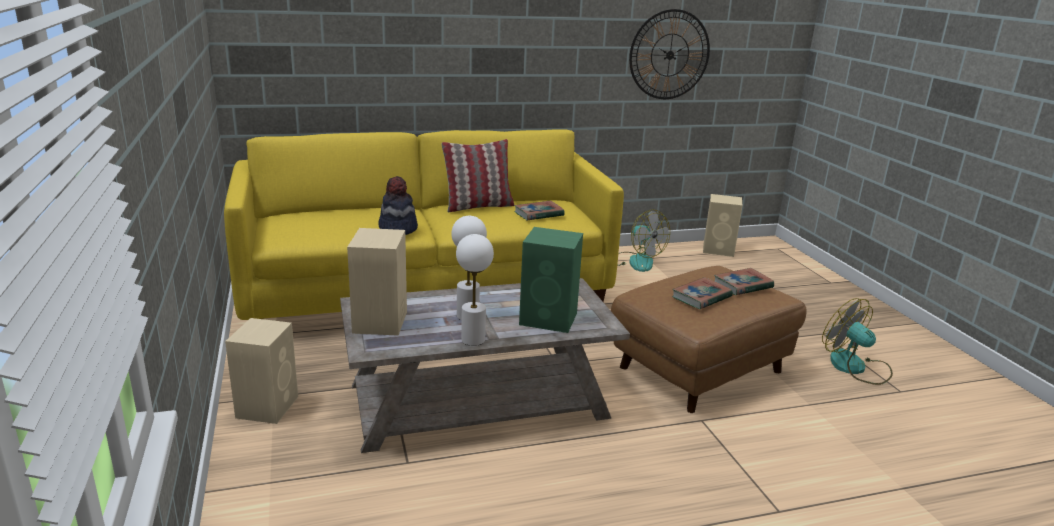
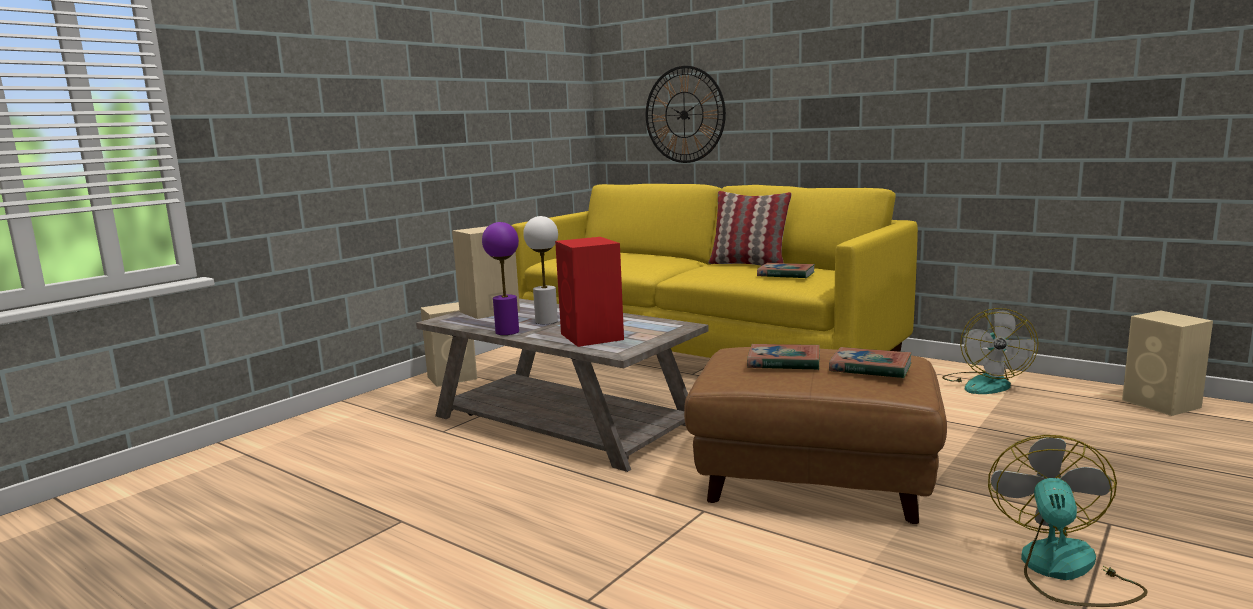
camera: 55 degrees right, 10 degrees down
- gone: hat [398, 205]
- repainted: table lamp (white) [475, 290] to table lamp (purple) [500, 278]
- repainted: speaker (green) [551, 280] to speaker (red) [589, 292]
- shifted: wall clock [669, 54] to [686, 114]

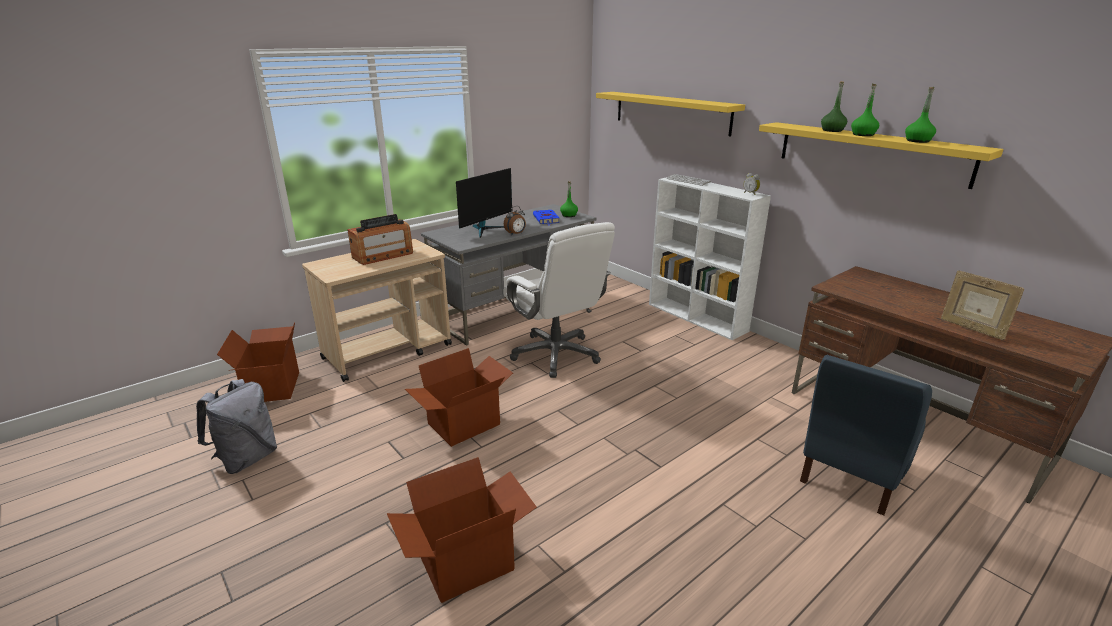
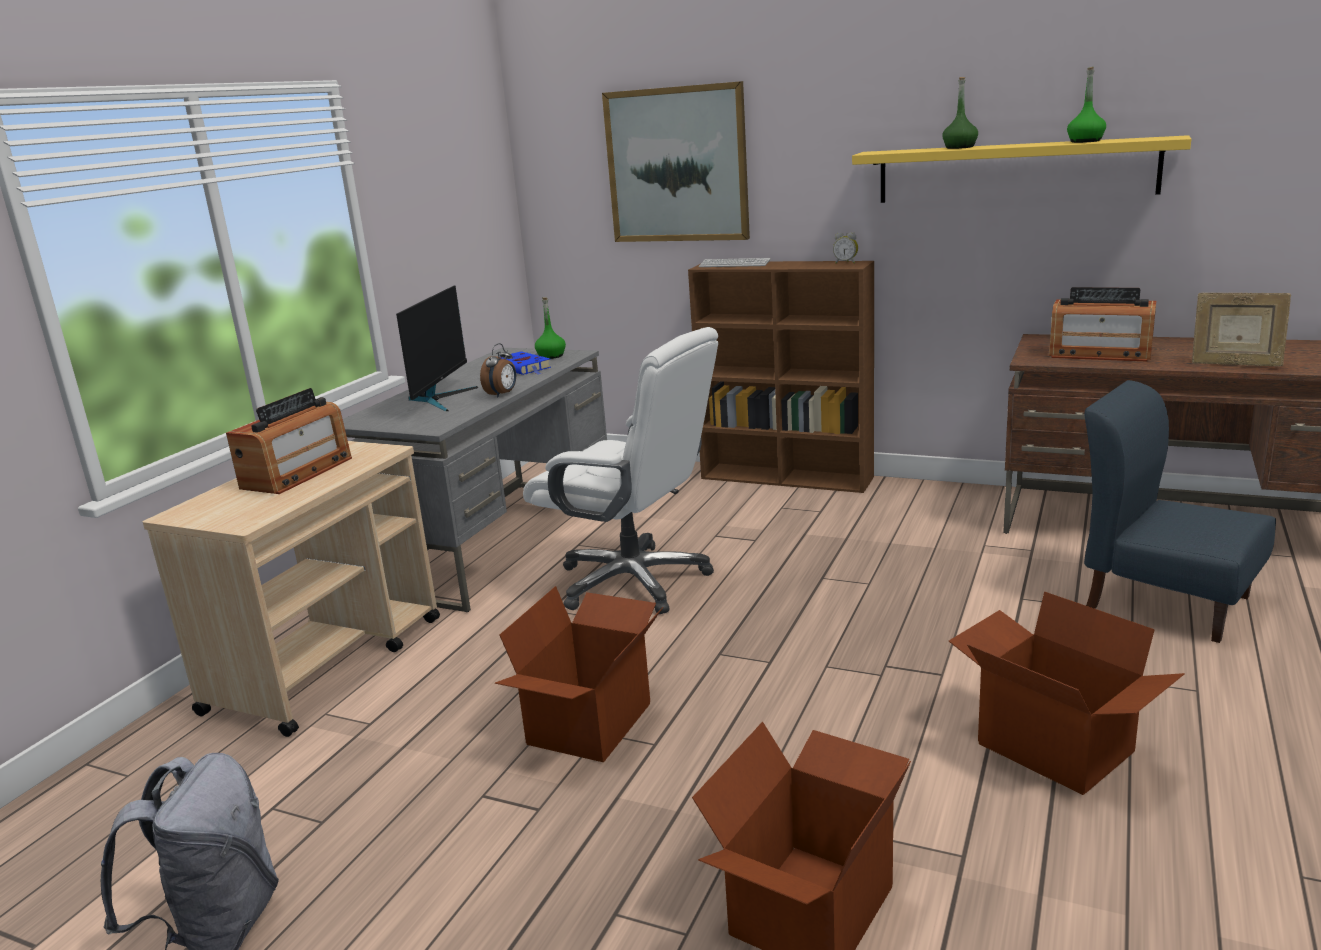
camera: 25 degrees left, 5 degrees down
- shifted: cardboard box [258, 362] to [1067, 693]
- swapped: shelf (yellow) [670, 114] to picture [676, 161]
- repainted: bookcase (white) [710, 258] to bookcase (brown) [781, 377]
- rotated: chair (blue) [866, 435] = [1180, 511] 120 degrees clockwise
- gone: bottle (green) [865, 110]
- new: radio [1102, 324]

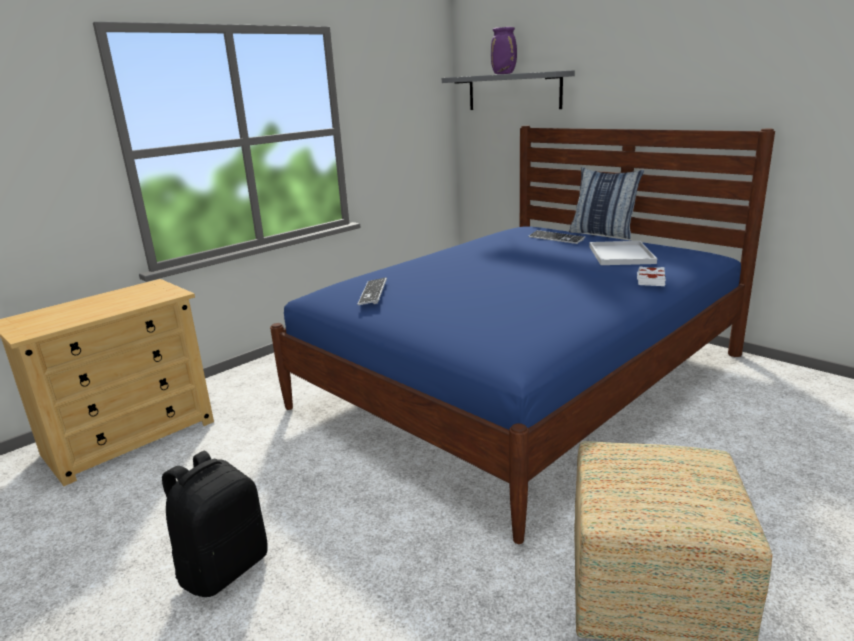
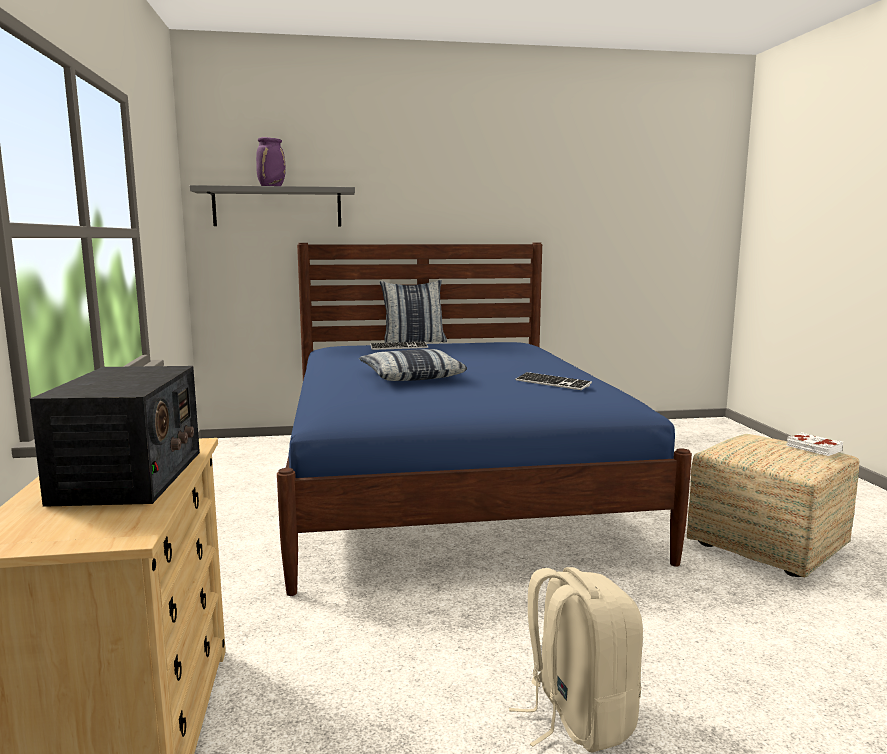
camera: 55 degrees left, 10 degrees down
- repainted: backpack (black) [214, 523] to backpack (beige) [576, 660]
- shifted: keyboard [372, 291] to [553, 381]
- gone: tray (white) [623, 253]
- shifted: book (white) [651, 276] to [815, 444]
- new: radio [115, 436]
- new: pillow [413, 365]

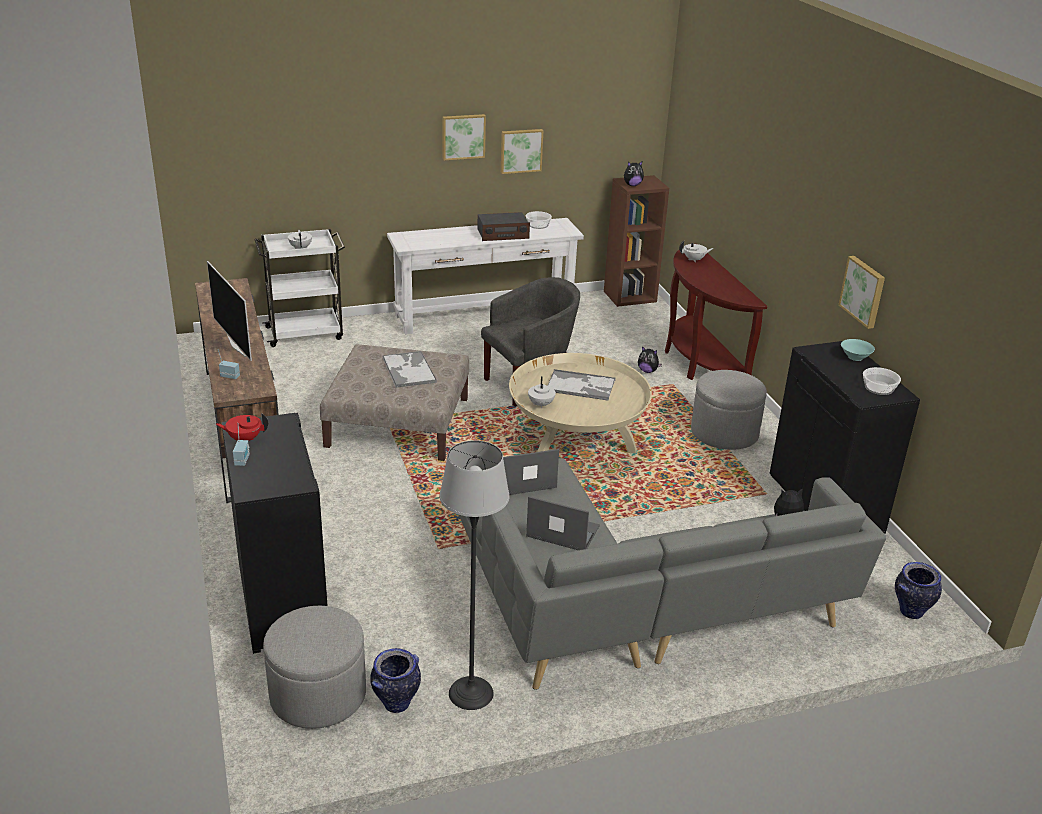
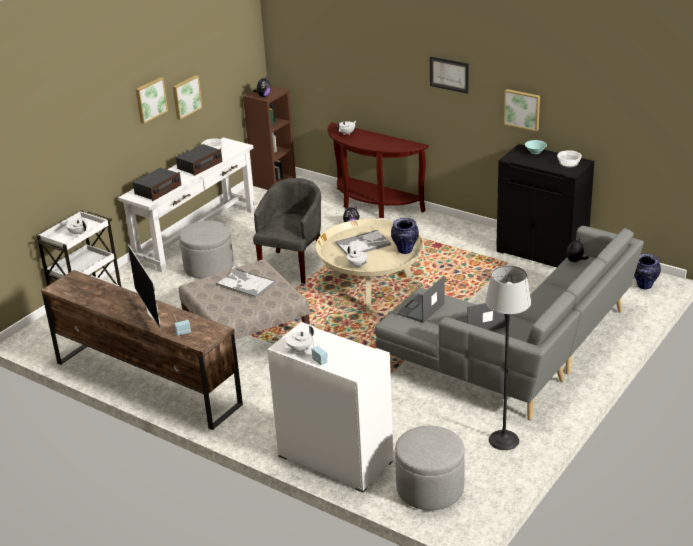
camera: 35 degrees left, 0 degrees up
- rotated: television [229, 311] = [144, 286] 45 degrees clockwise
- repainted: teapot (red) [242, 427] to teapot (white) [298, 339]
- repainted: cabinet (black) [275, 533] to cabinet (white) [330, 407]
- shifted: vase [395, 680] to [405, 236]
- shifted: ottoman (grey) [729, 410] to [206, 250]
- new: radio [157, 184]
- new: picture [449, 75]

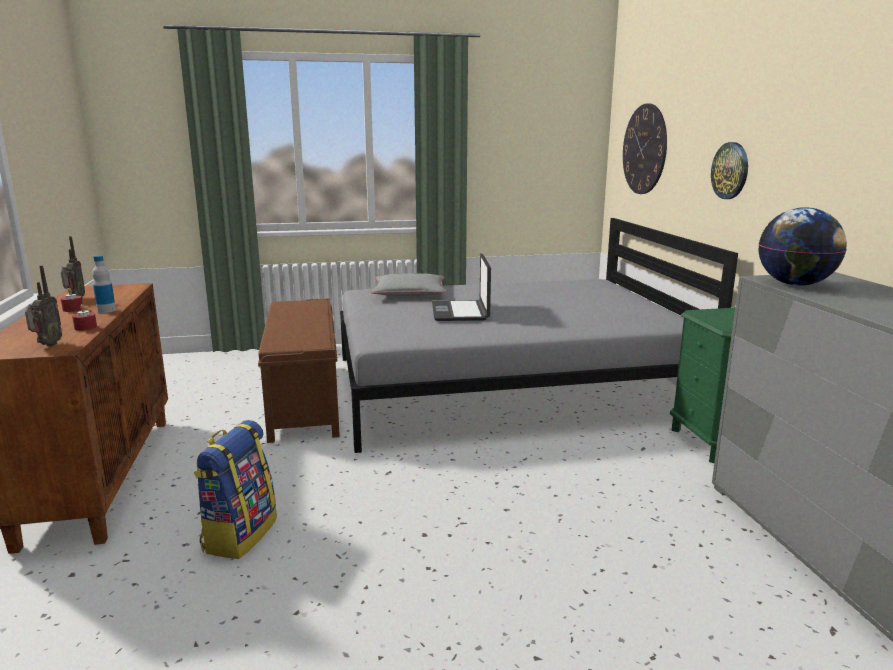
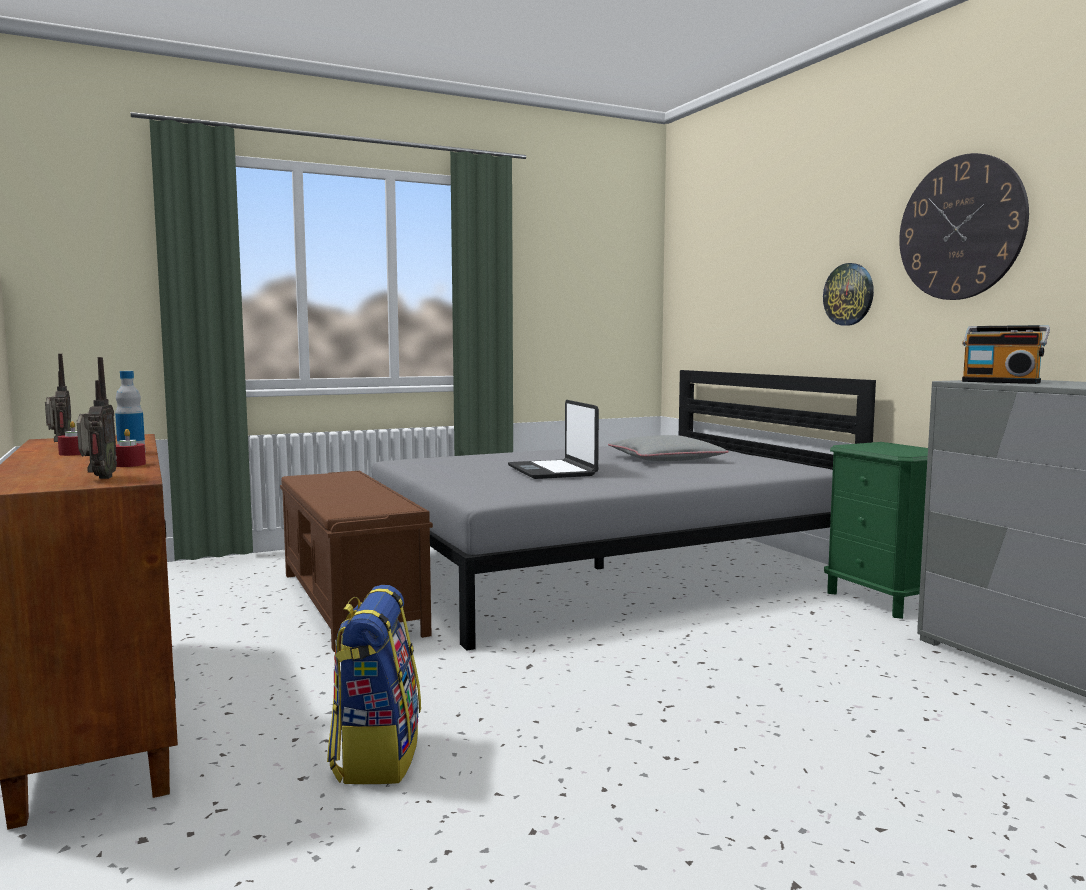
camera: 15 degrees left, 10 degrees down
- shifted: pillow (grey) [408, 284] to [668, 448]
- shifted: wall clock [645, 149] to [964, 226]
- swapped: globe [803, 246] to radio [1006, 354]

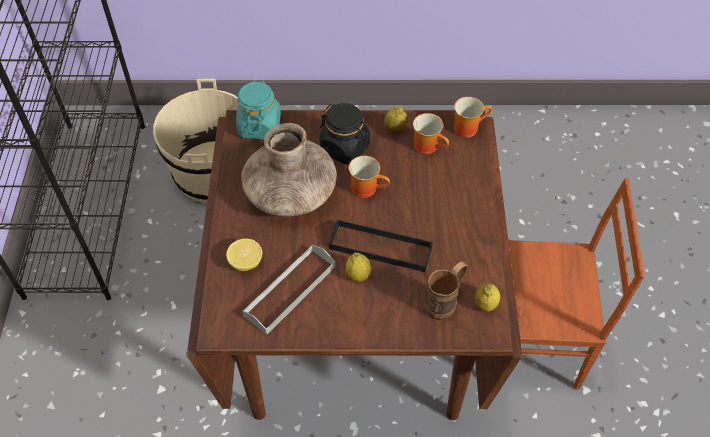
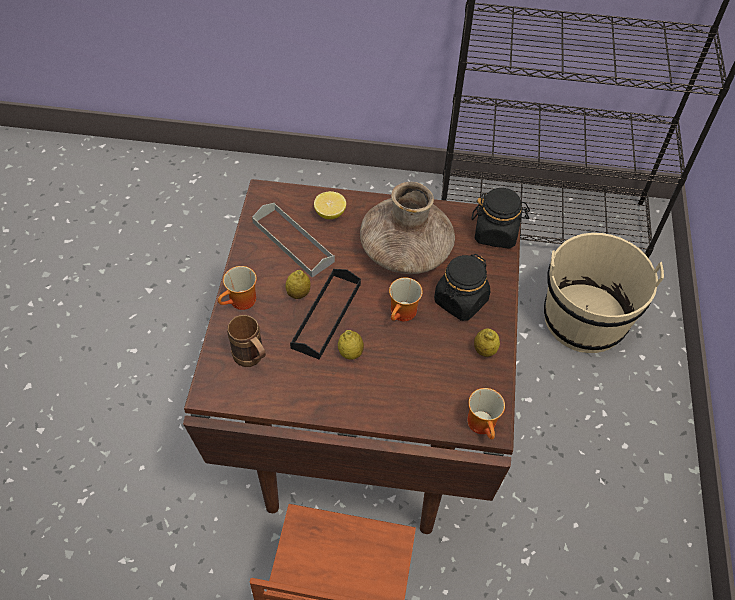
camera: 95 degrees right, 0 degrees up
- repainted: jar (turquoise) [258, 109] to jar (black) [500, 218]
- shifted: mug [431, 134] to [237, 288]
- shifted: lemon [487, 298] to [351, 345]

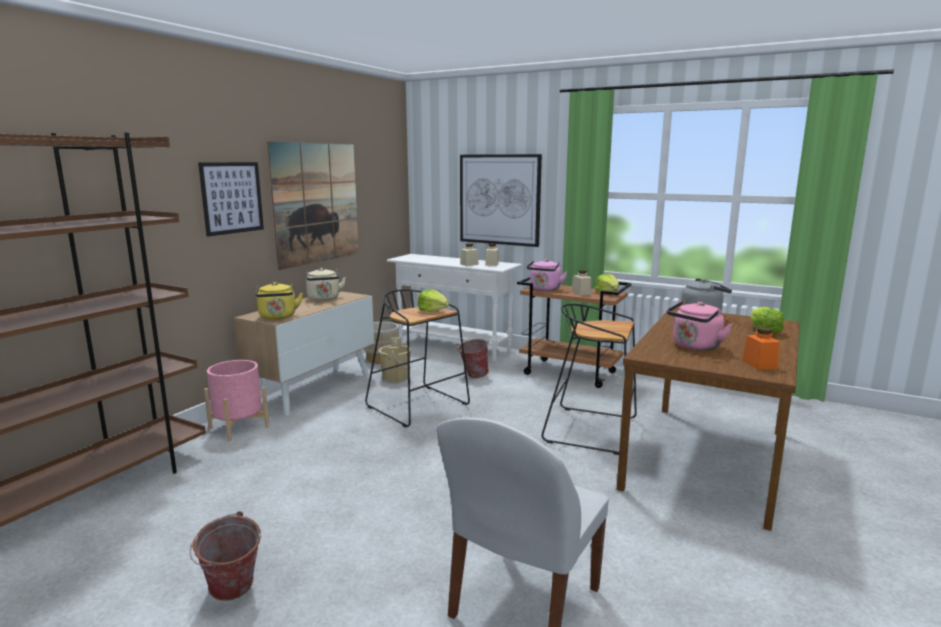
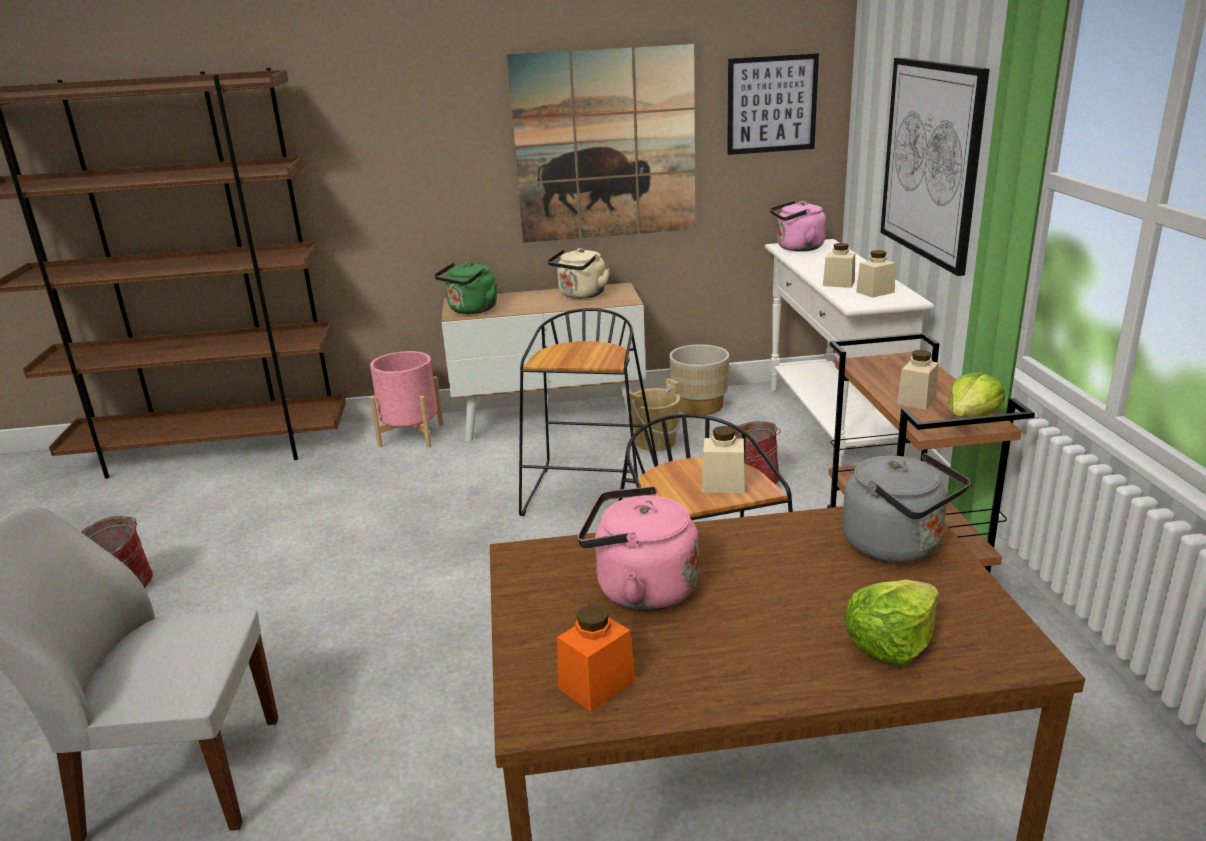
camera: 55 degrees right, 10 degrees up
- shifted: picture [231, 199] to [773, 104]
- repainted: kettle (yellow) [279, 301] to kettle (green) [465, 288]
- gone: lettuce [433, 300]
- shifted: kettle (pink) [547, 275] to [798, 225]
- new: jar (beige) [723, 459]

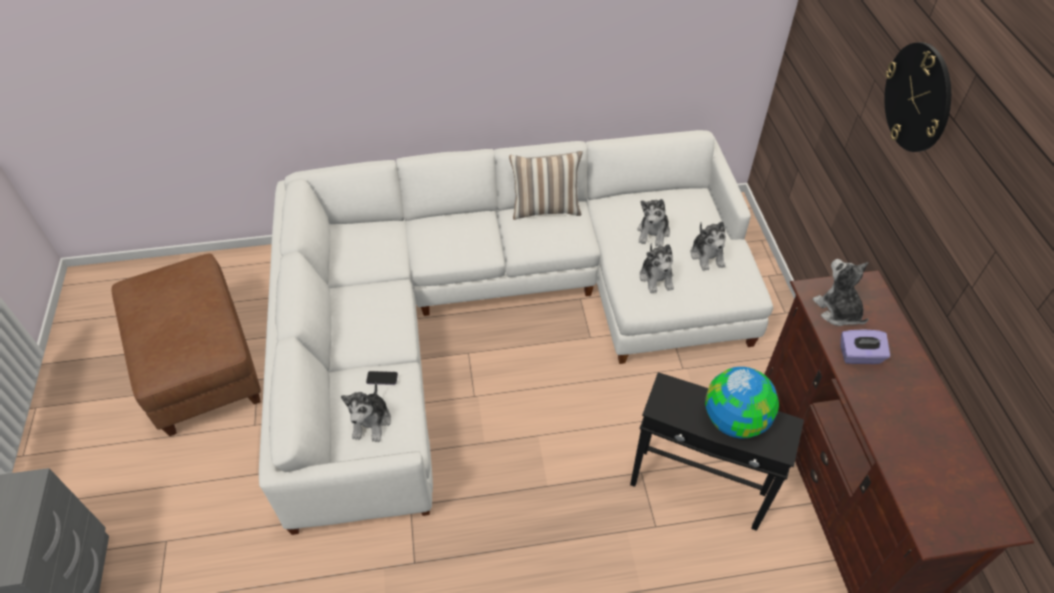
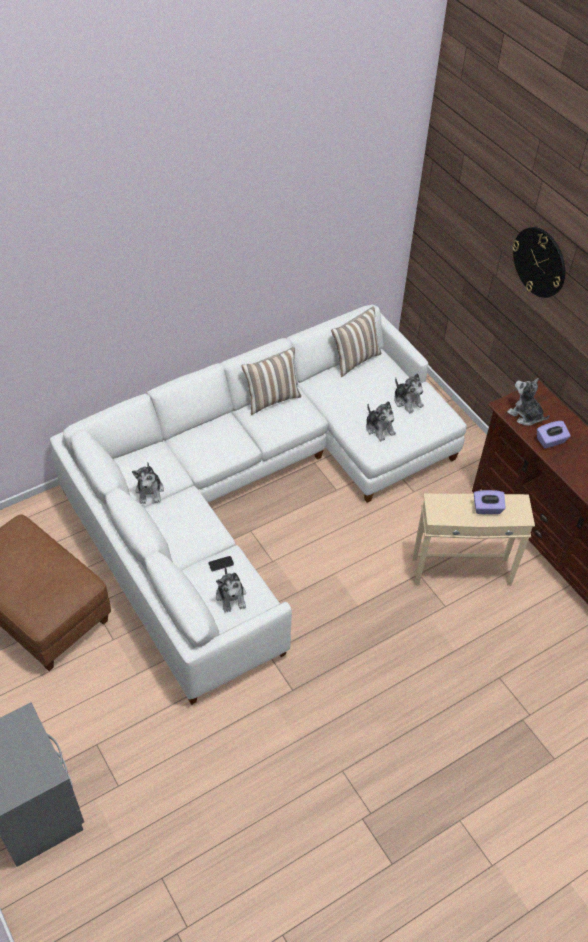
camera: 25 degrees left, 0 degrees up
- repainted: side table (black) [717, 451] to side table (beige) [473, 540]
- shifted: plush toy [653, 223] to [148, 483]
- swapped: globe [742, 403] to tissue box (purple) [490, 502]
- new: pillow [356, 341]

